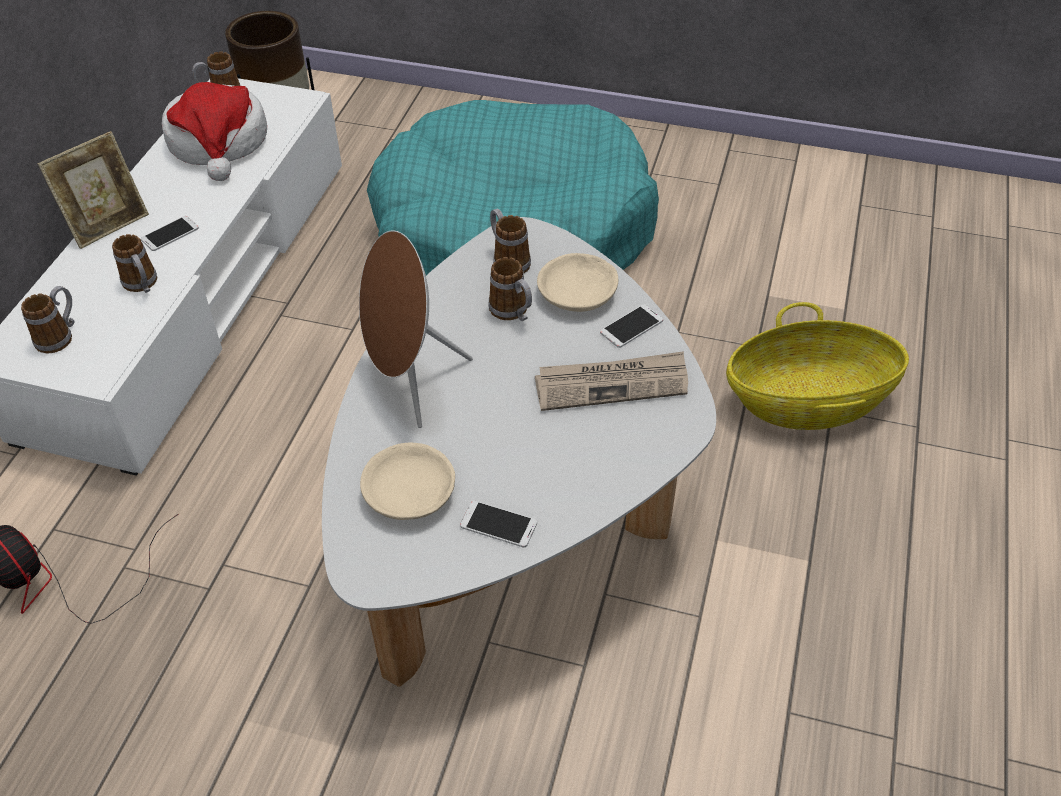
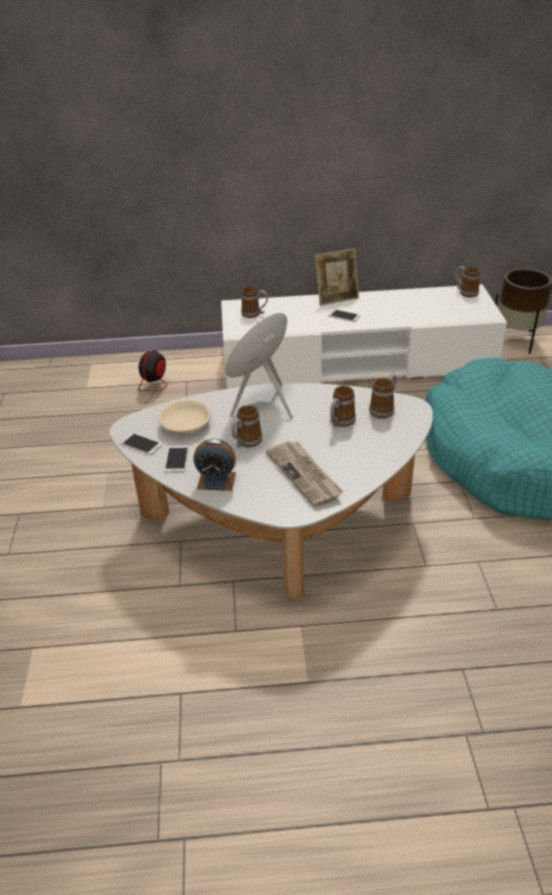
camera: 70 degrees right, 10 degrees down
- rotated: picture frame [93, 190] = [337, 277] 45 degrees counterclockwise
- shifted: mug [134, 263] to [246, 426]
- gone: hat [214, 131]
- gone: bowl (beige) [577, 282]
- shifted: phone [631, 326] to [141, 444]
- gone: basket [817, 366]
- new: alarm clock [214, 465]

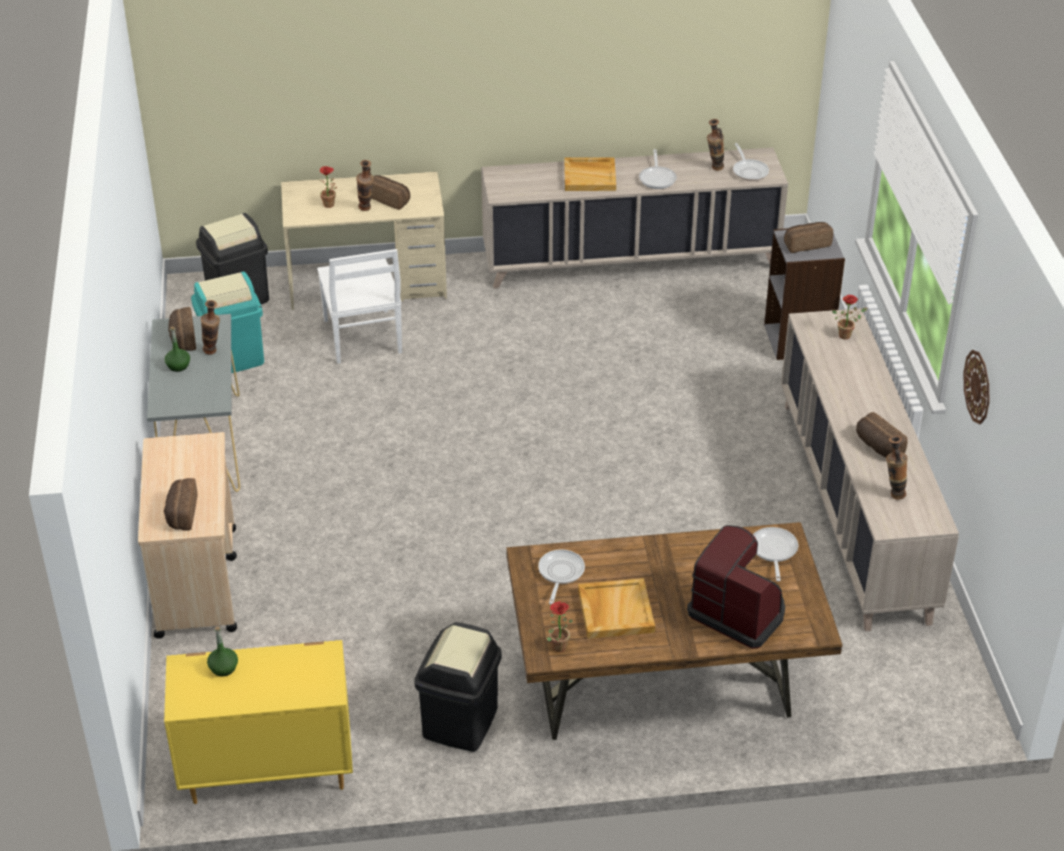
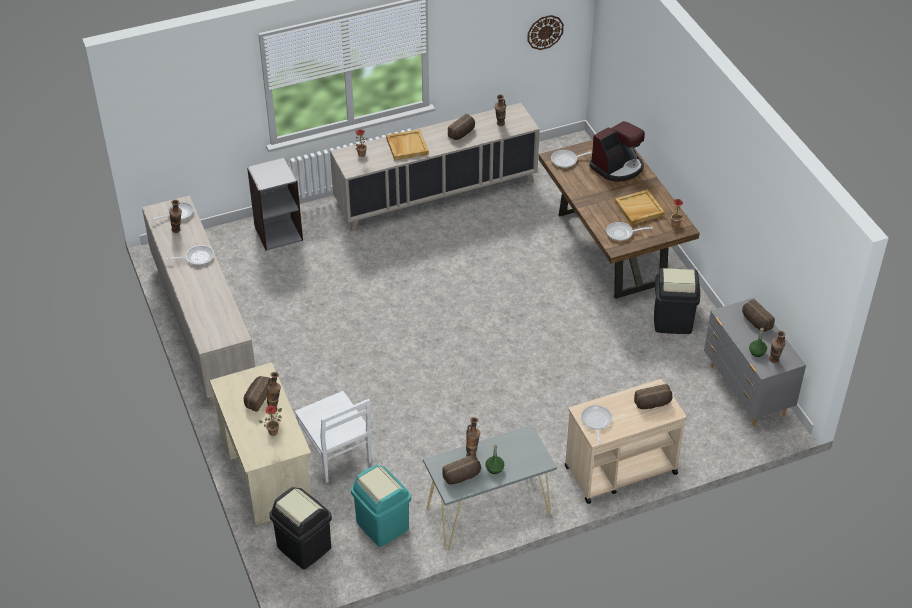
camera: 105 degrees left, 5 degrees up
- repainted: dresser (yellow) [258, 722] to dresser (grey) [755, 362]
- rotated: chair (white) [359, 306] = [333, 437] 90 degrees clockwise
- shifted: tray (beige) [590, 174] to [407, 145]
- rotated: coffee machine [736, 587] = [617, 151] 150 degrees counterclockwise
- shifted: bread [808, 237] to [758, 315]
- shifted: wall clock [976, 387] to [545, 32]
- new: frying pan [596, 424]
- new: vase [777, 347]

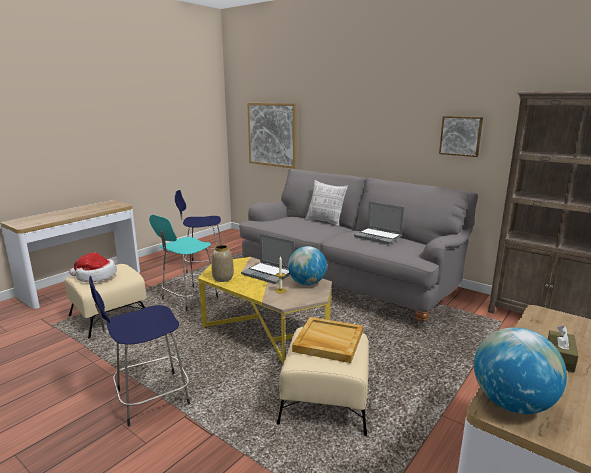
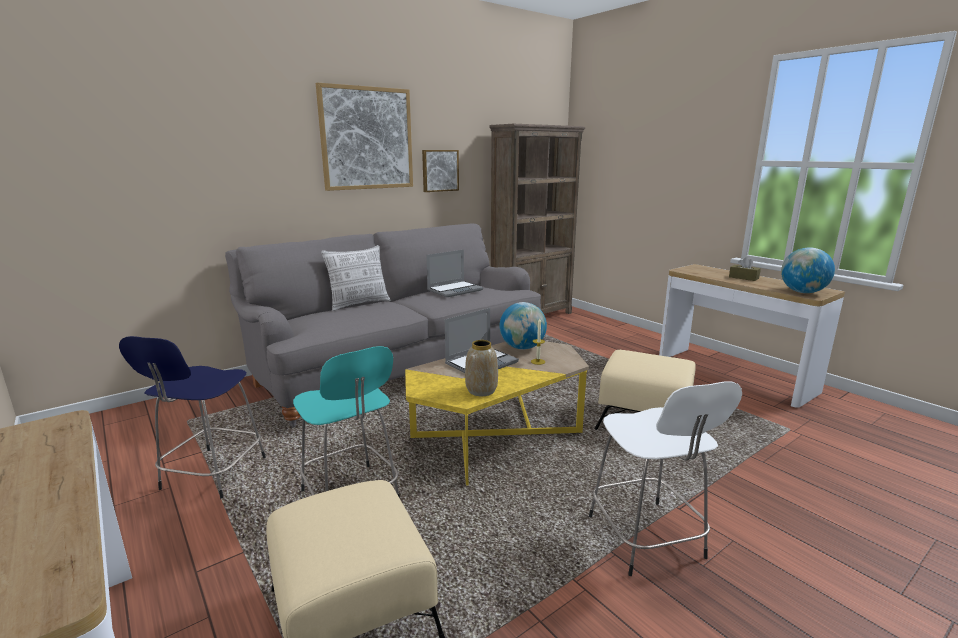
camera: 75 degrees left, 0 degrees up
- gone: hat [93, 267]
- repainted: stool (blue) [139, 351] to stool (white) [665, 479]
- shifted: picture [272, 136] to [364, 137]
- gone: tray (beige) [327, 340]

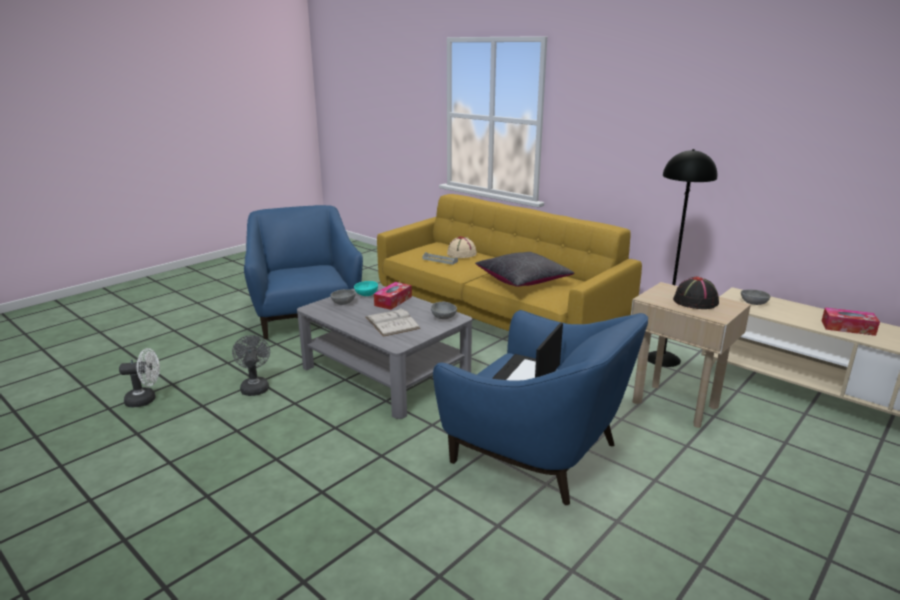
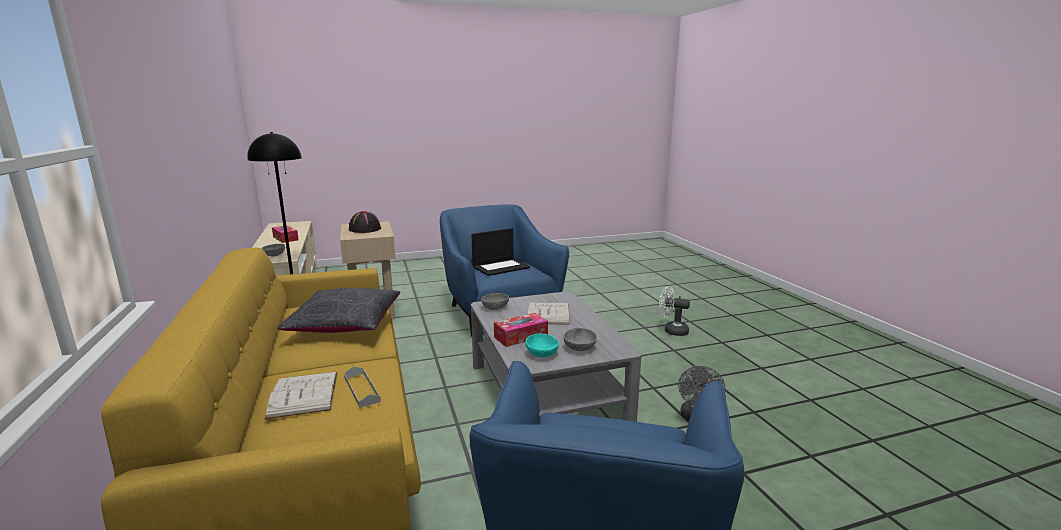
camera: 150 degrees left, 5 degrees down
- shifted: fan (white) [139, 377] to [674, 311]
- swapped: hat (beige) [462, 247] to book (white) [301, 395]

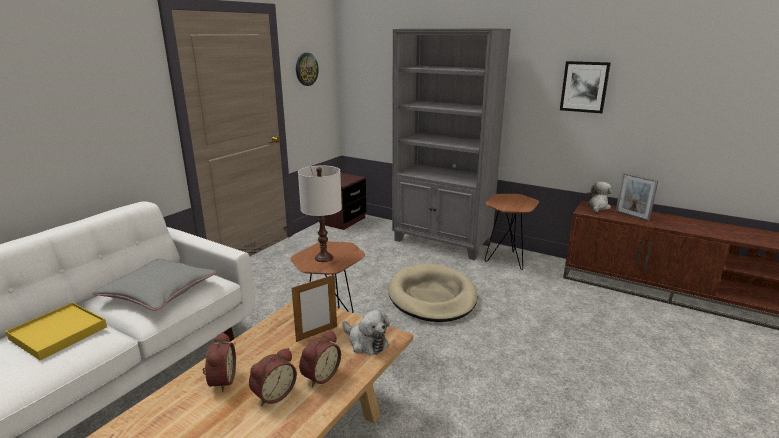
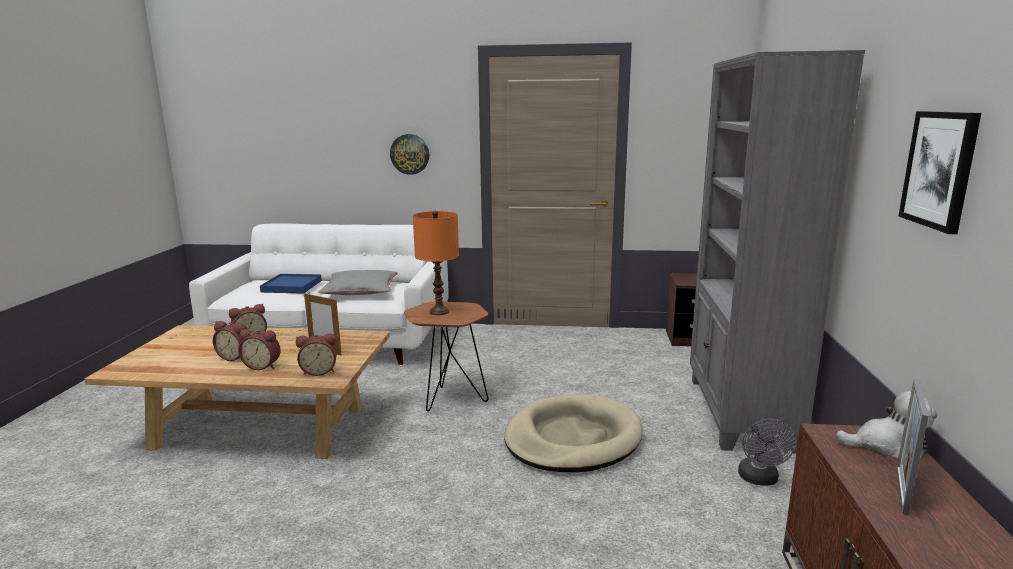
camera: 65 degrees right, 5 degrees down
- repainted: tray (yellow) [56, 331] to tray (blue) [291, 284]
- shifted: wall clock [307, 69] to [409, 154]
- repainted: table lamp (white) [320, 213] to table lamp (orange) [436, 263]
- swapped: plush toy [366, 332] to alarm clock [316, 354]
- swapped: side table (brown) [512, 232] to fan (grey) [767, 452]

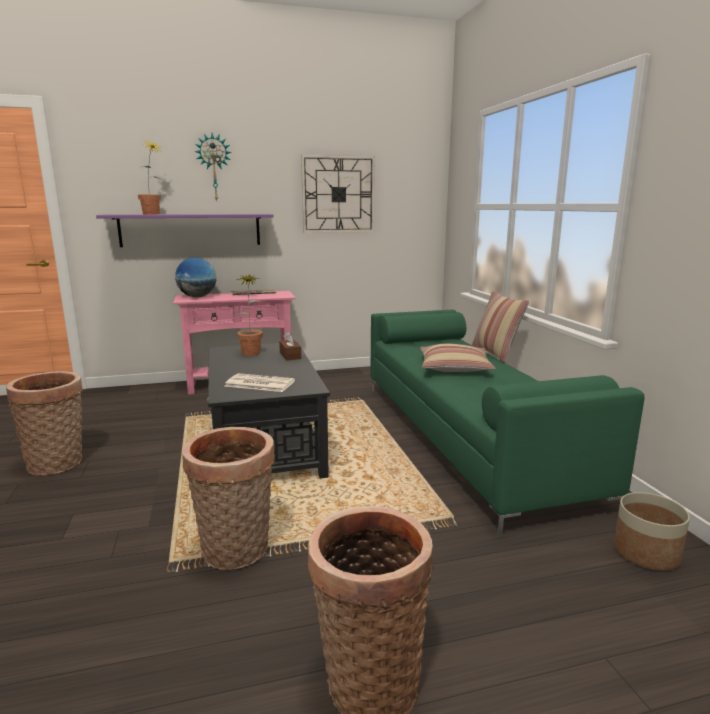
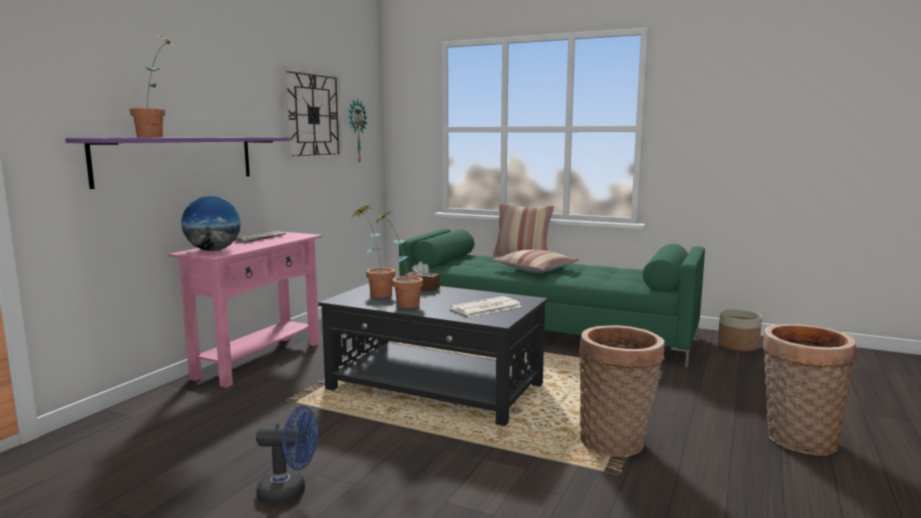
camera: 50 degrees left, 5 degrees down
- swapped: basket [44, 423] to fan (blue) [287, 455]
- shifted: wall clock [213, 167] to [358, 131]
- new: potted plant [400, 258]

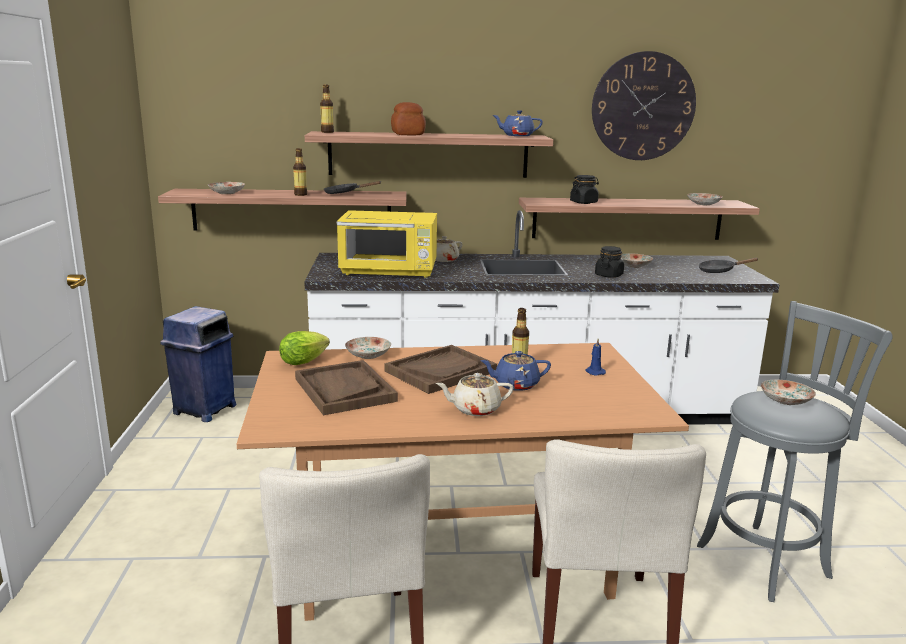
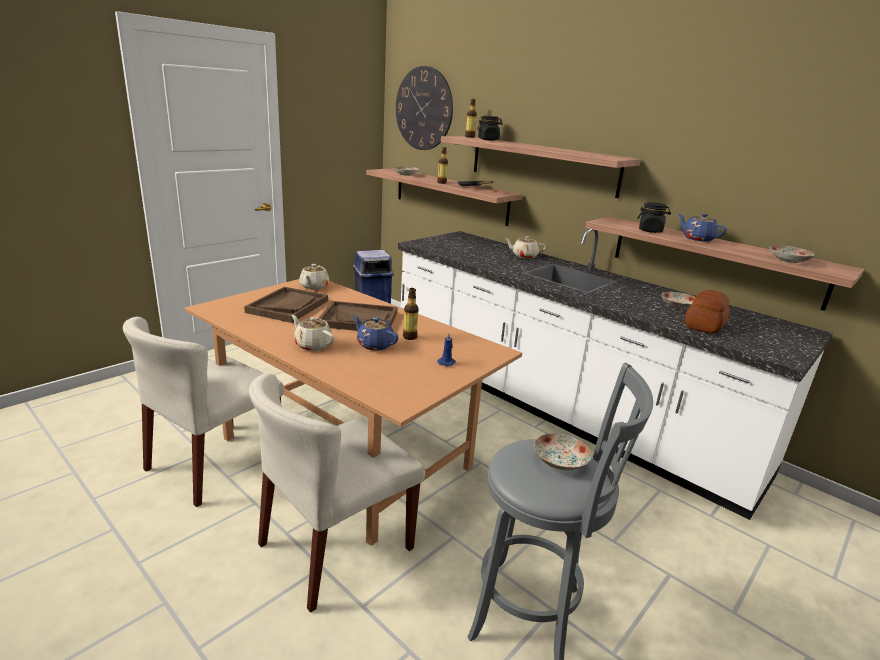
camera: 45 degrees right, 5 degrees up
- swapped: lettuce [304, 348] to teapot (beige) [314, 277]
- gone: microwave (yellow) [387, 244]
- gone: plate [368, 348]
- shifted: bread [408, 118] to [707, 311]
- shifted: teapot (blue) [518, 123] to [702, 228]
- shifted: wall clock [644, 105] to [424, 108]
- shifted: jar (black) [609, 261] to [490, 128]
- gone: frying pan (black) [729, 265]

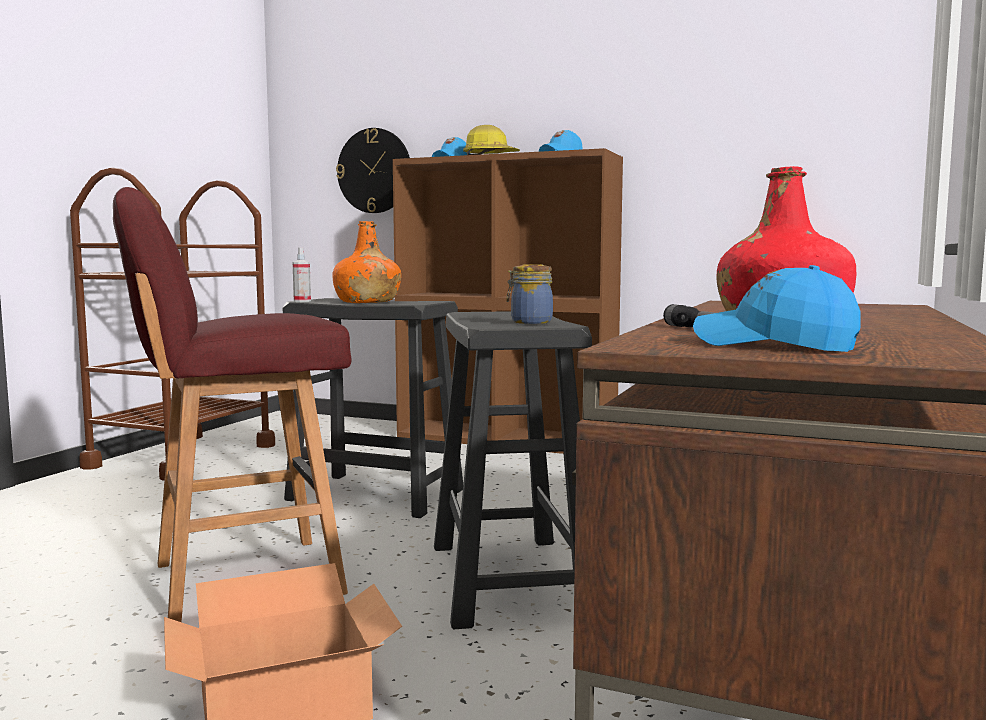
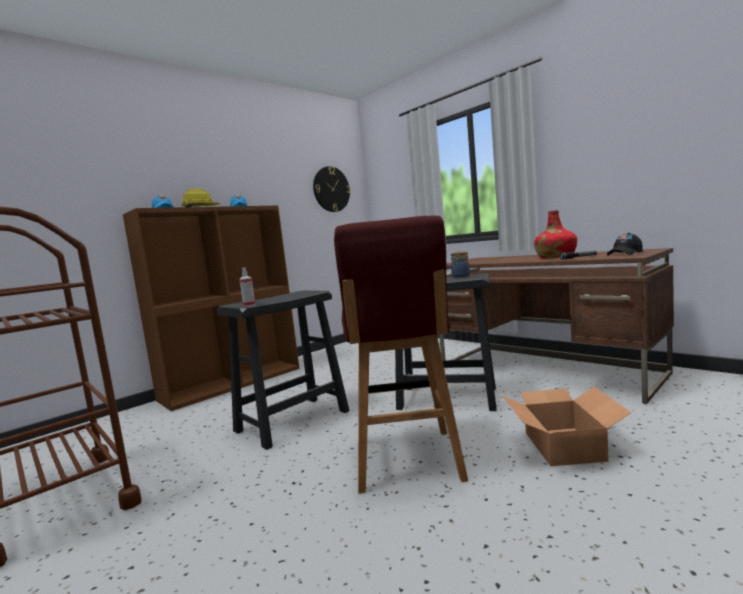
camera: 65 degrees left, 0 degrees up
- gone: bottle (orange) [366, 262]
- shifted: wall clock [373, 170] to [332, 189]
- repainted: cap (blue) [777, 308] to cap (black) [625, 244]

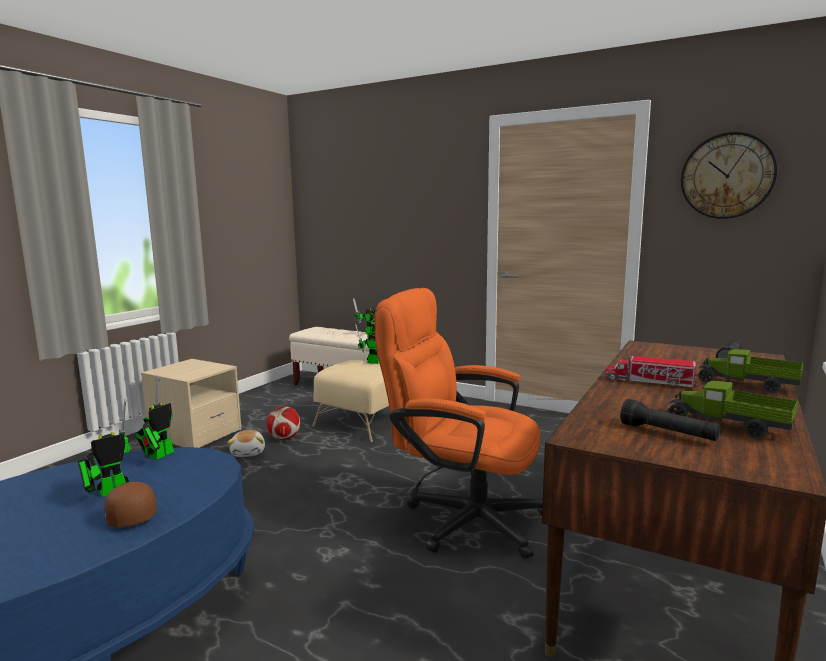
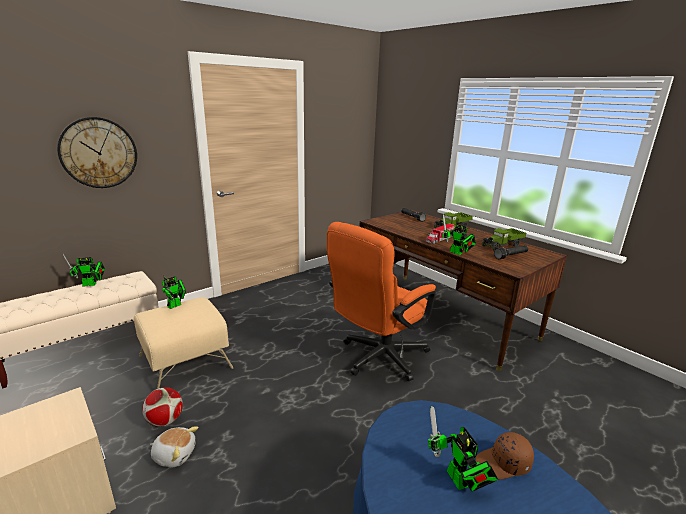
camera: 70 degrees left, 10 degrees up
- shifted: toy robot [154, 417] to [459, 234]
- shifted: wall clock [729, 175] to [97, 152]

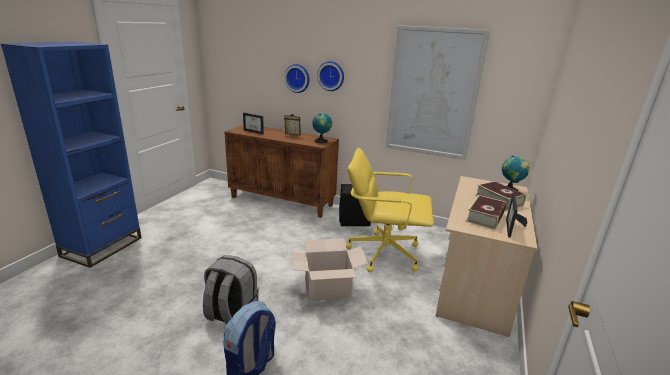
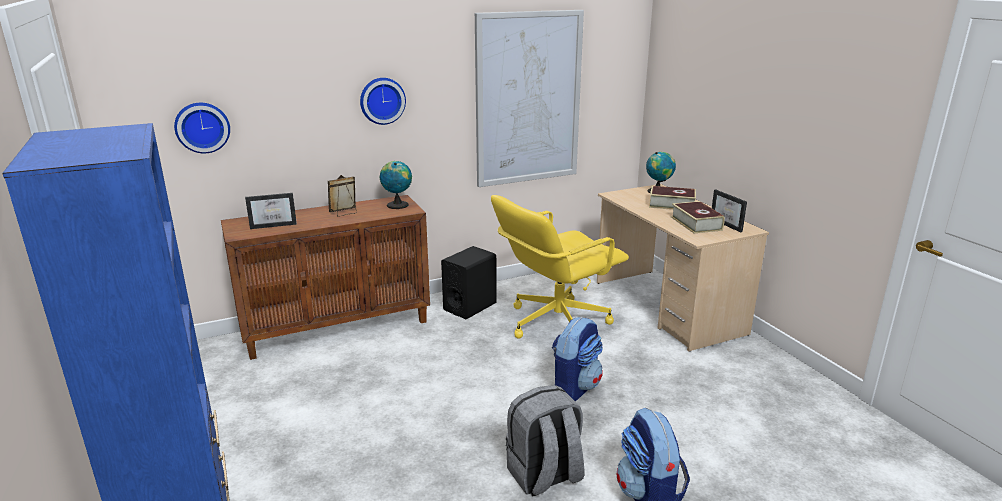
camera: 45 degrees left, 0 degrees up
- shifted: wall clock [297, 78] to [202, 128]
- swapped: cardboard box [329, 269] to backpack [577, 359]

